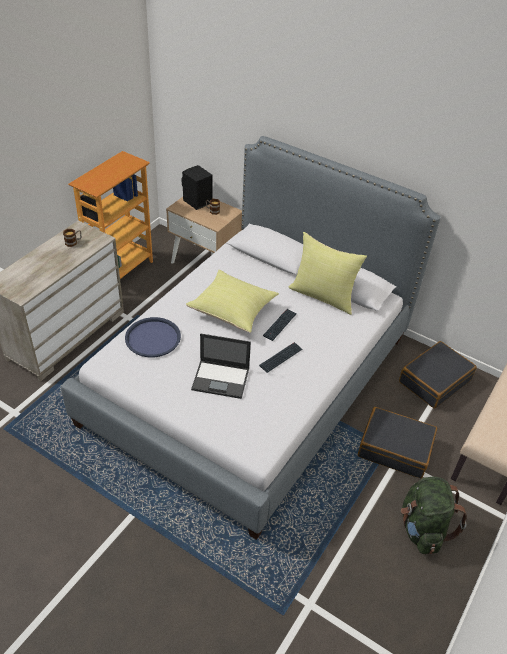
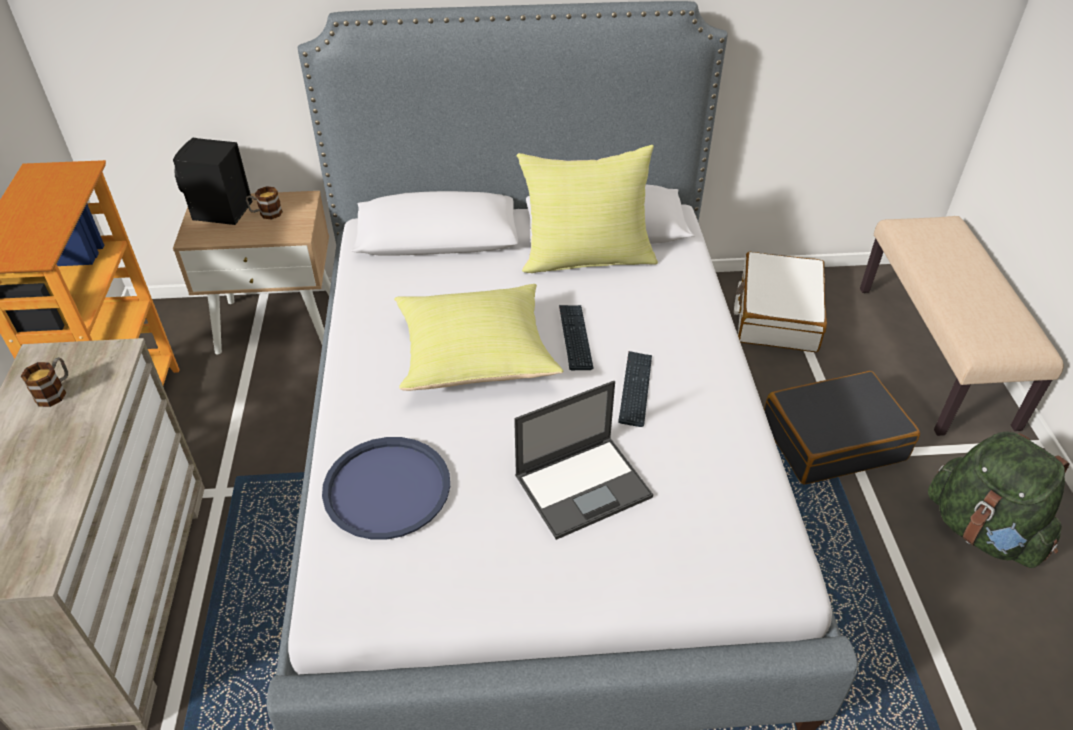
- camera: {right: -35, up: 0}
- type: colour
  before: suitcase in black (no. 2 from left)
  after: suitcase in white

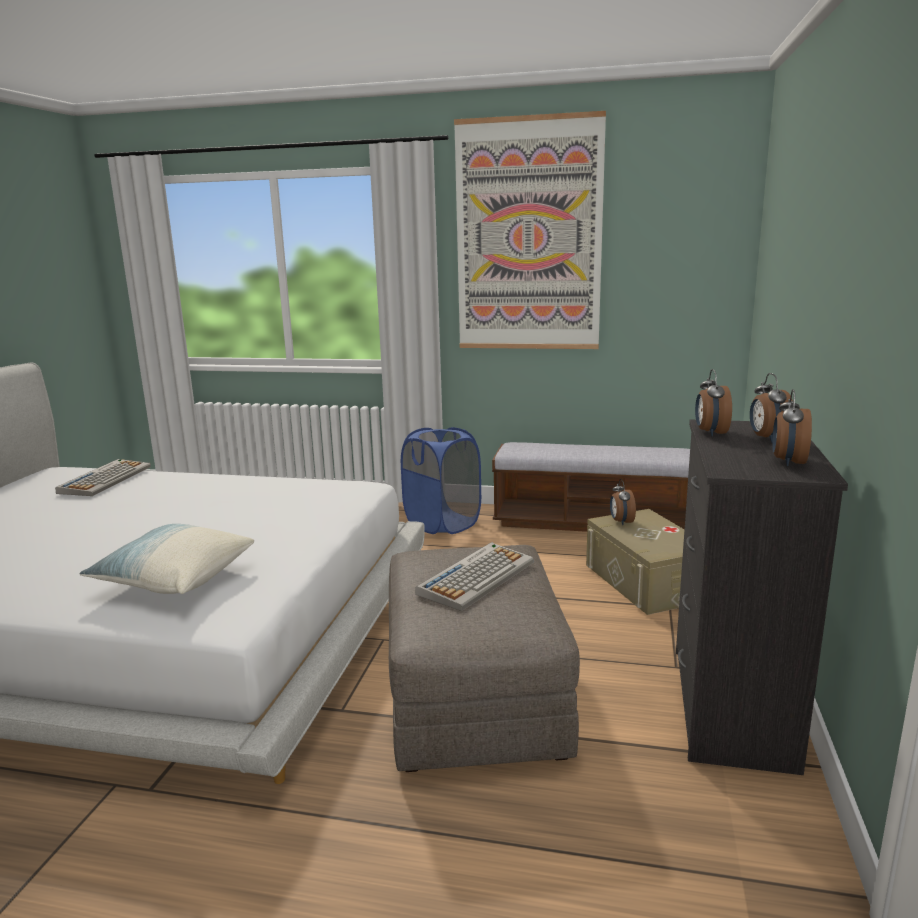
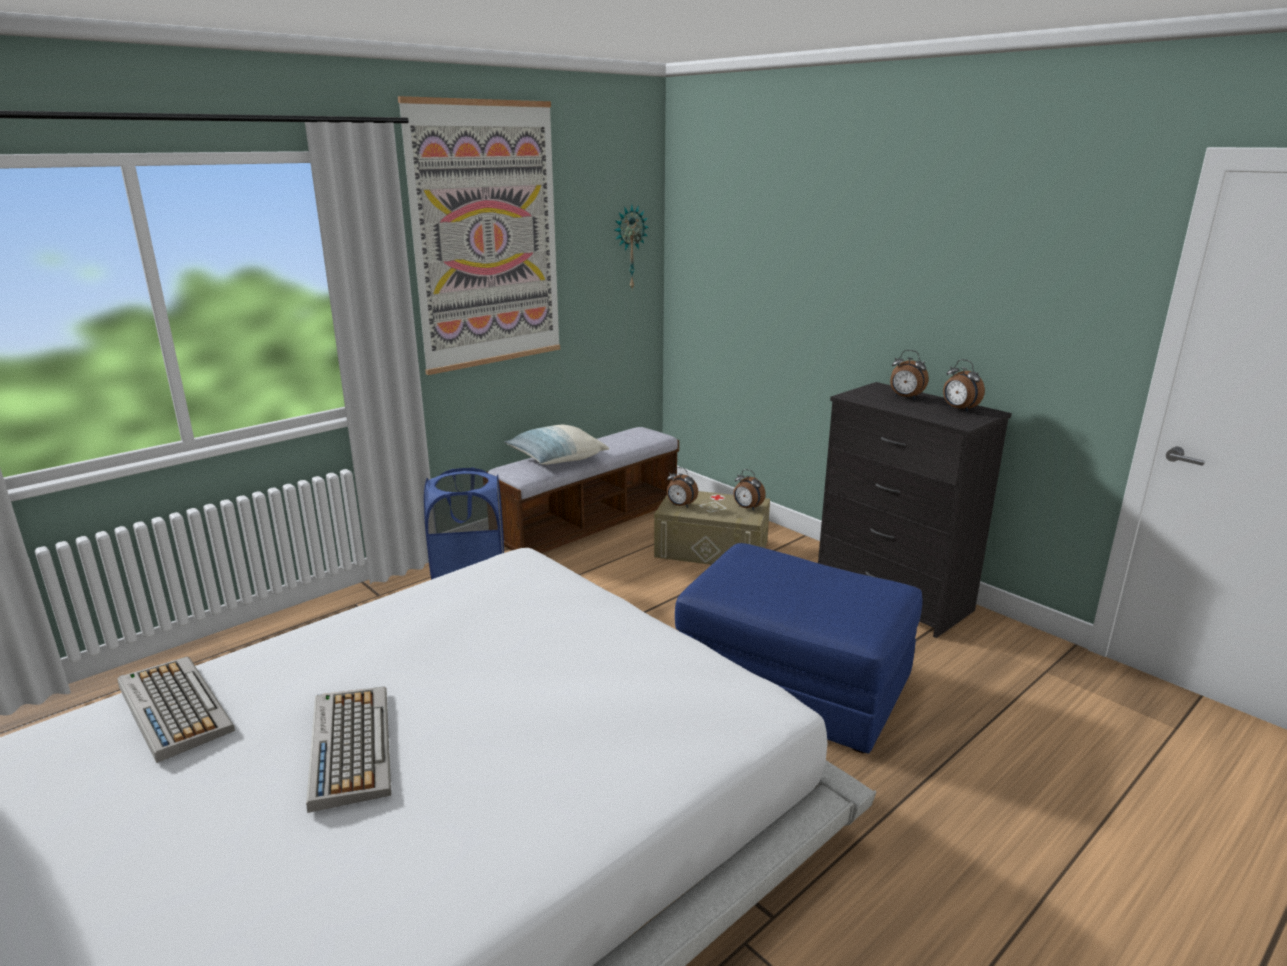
- camera: {right: -55, up: 5}
- type: relocated
  before: alarm clock (no. 2 from left)
- type: relocated
  before: pillow
- type: relocated
  before: keyboard (no. 2 from left)
- type: colour
  before: ottoman in grey
  after: ottoman in blue
- type: appeared
  after: wall clock

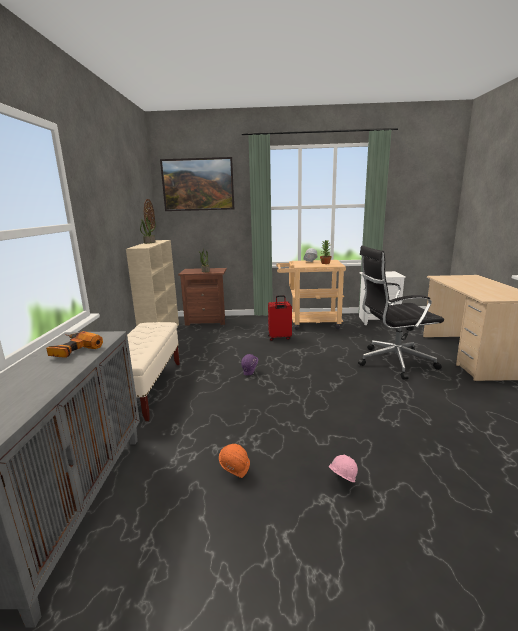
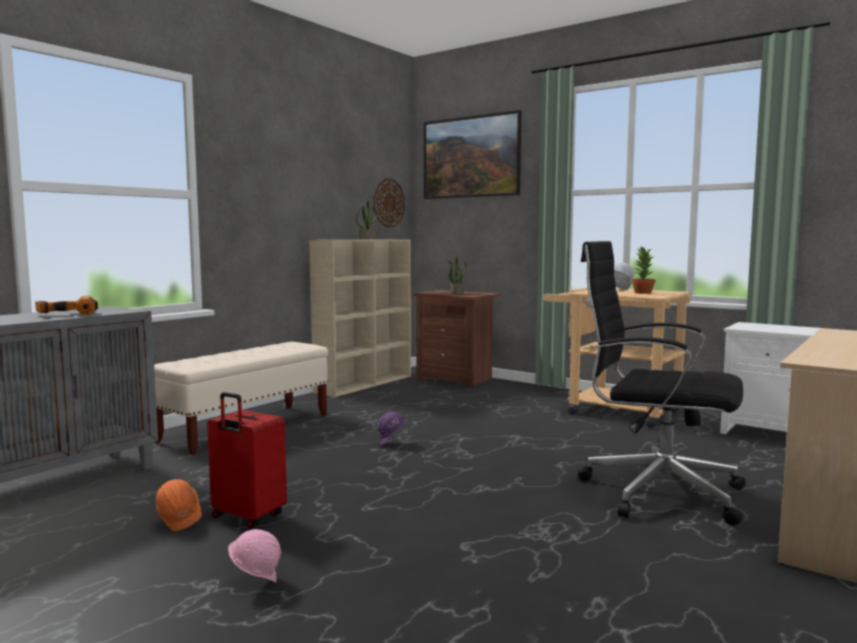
- camera: {right: 35, up: -10}
- type: relocated
  before: suitcase in red

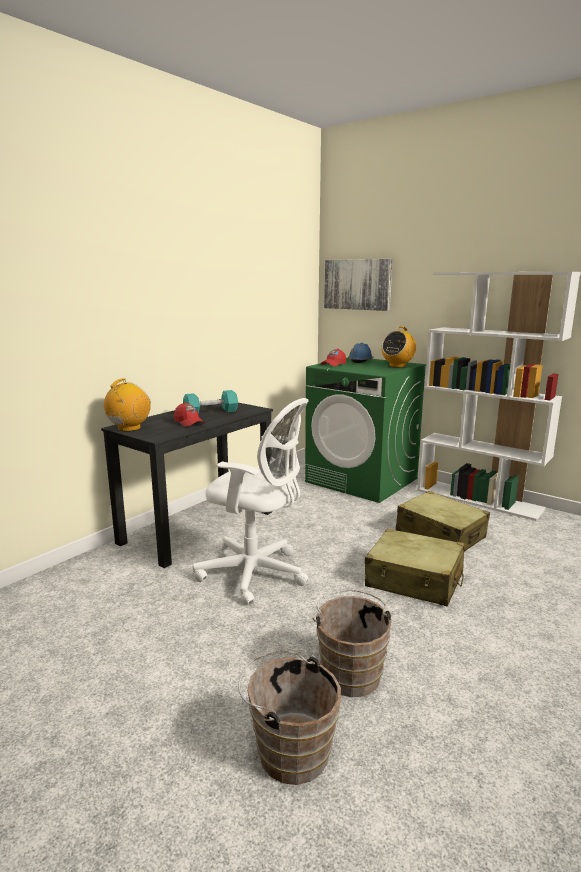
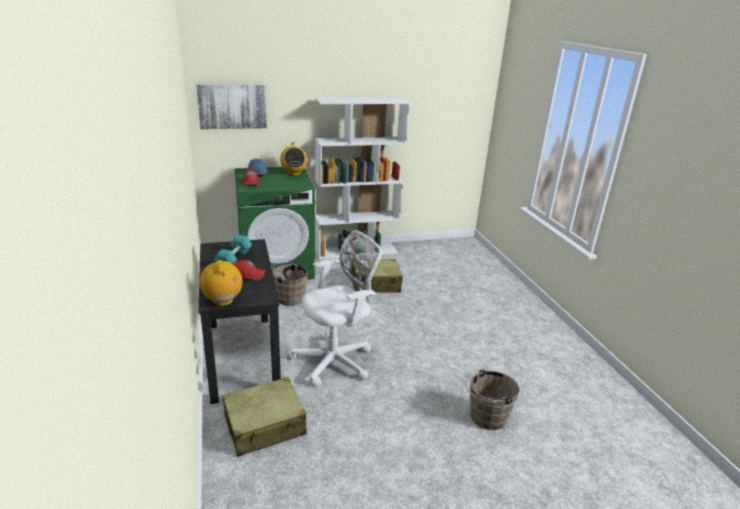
- camera: {right: -55, up: 10}
- type: relocated
  before: suitcase in beige (no. 1 from left)
- type: relocated
  before: bucket in brown (no. 2 from left in the first image)
  after: bucket in brown (no. 1 from left)

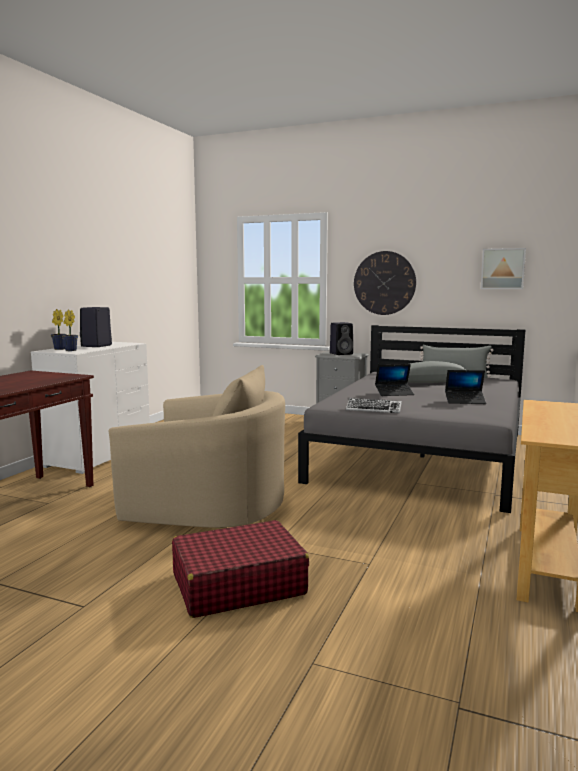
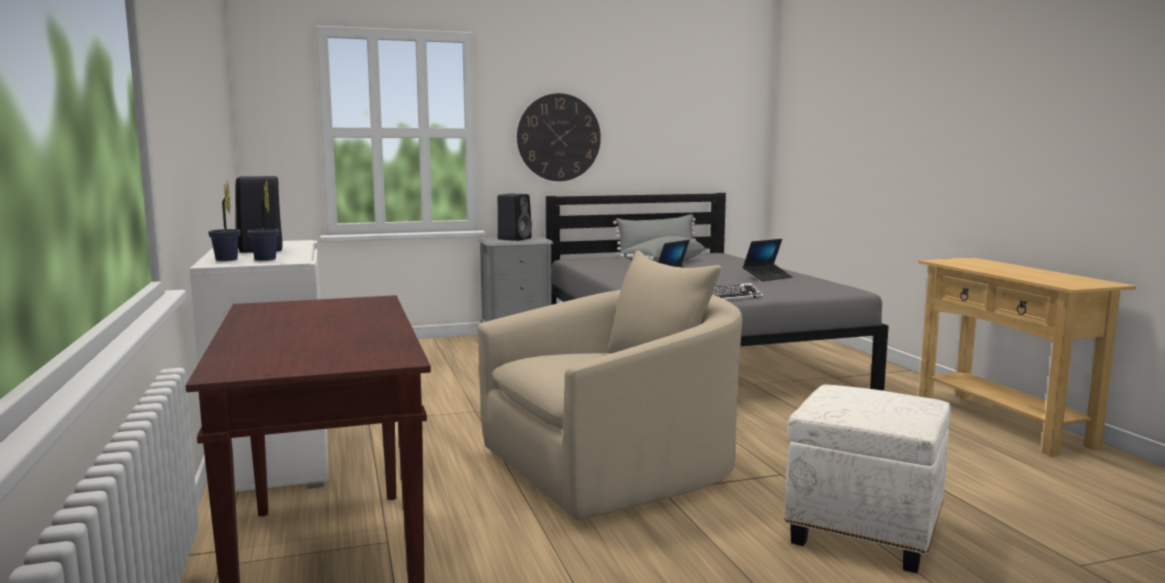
- camera: {right: -40, up: 0}
- type: missing
  before: picture
- type: exchanged
  before: suitcase in red
  after: ottoman in white

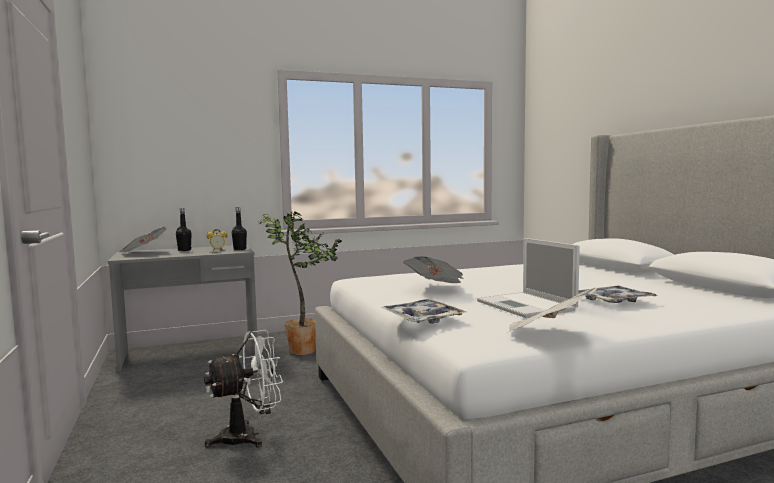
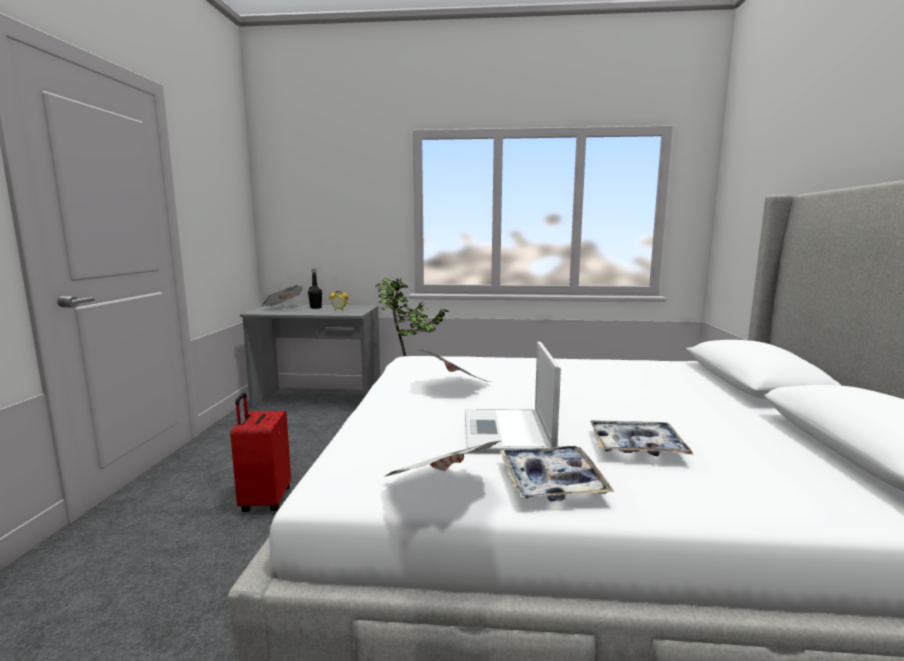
- camera: {right: 25, up: 5}
- type: missing
  before: bottle in black (no. 2 from left)
- type: relocated
  before: tray (no. 1 from left)
- type: exchanged
  before: fan in white
  after: suitcase in red

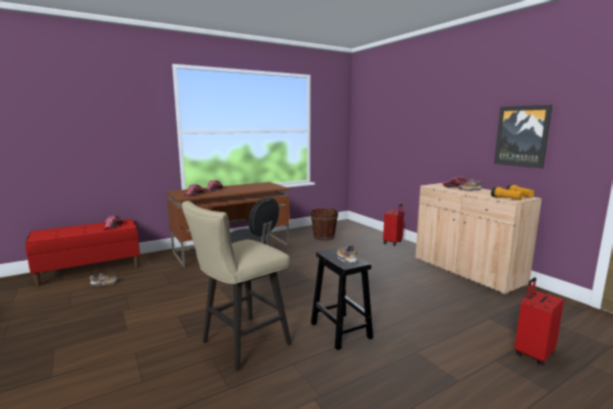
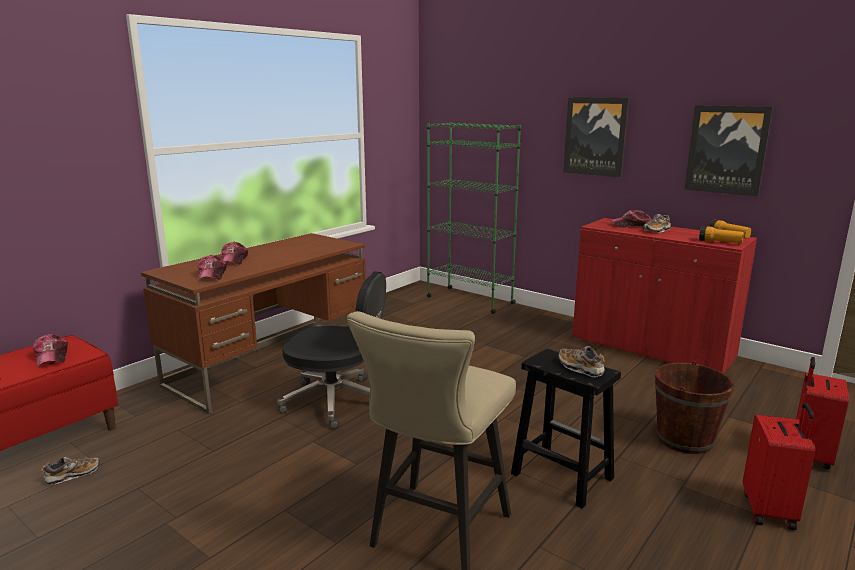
- camera: {right: -20, up: 5}
- type: colour
  before: cabinet in beige
  after: cabinet in red
- type: relocated
  before: suitcase in red (no. 1 from left)
- type: relocated
  before: bucket in brown
- type: appeared
  after: picture (no. 1 from left)
- type: appeared
  after: bookcase in green

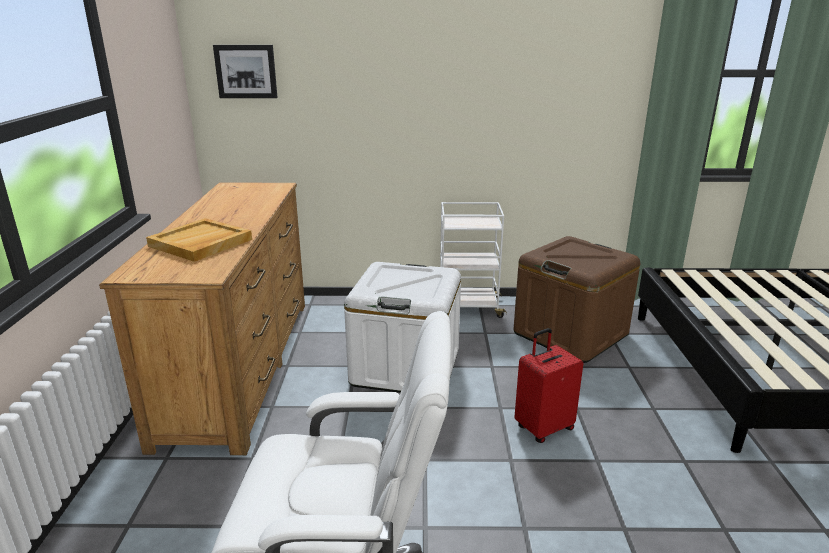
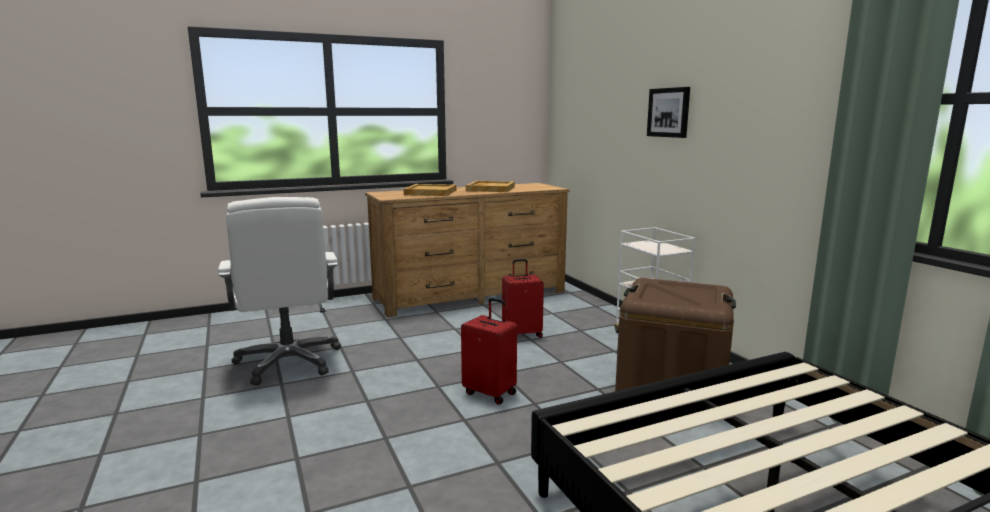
- camera: {right: 65, up: -10}
- type: relocated
  before: picture
- type: exchanged
  before: storage box in white
  after: suitcase in red (no. 2 from left)
- type: appeared
  after: tray in beige (no. 2 from left)

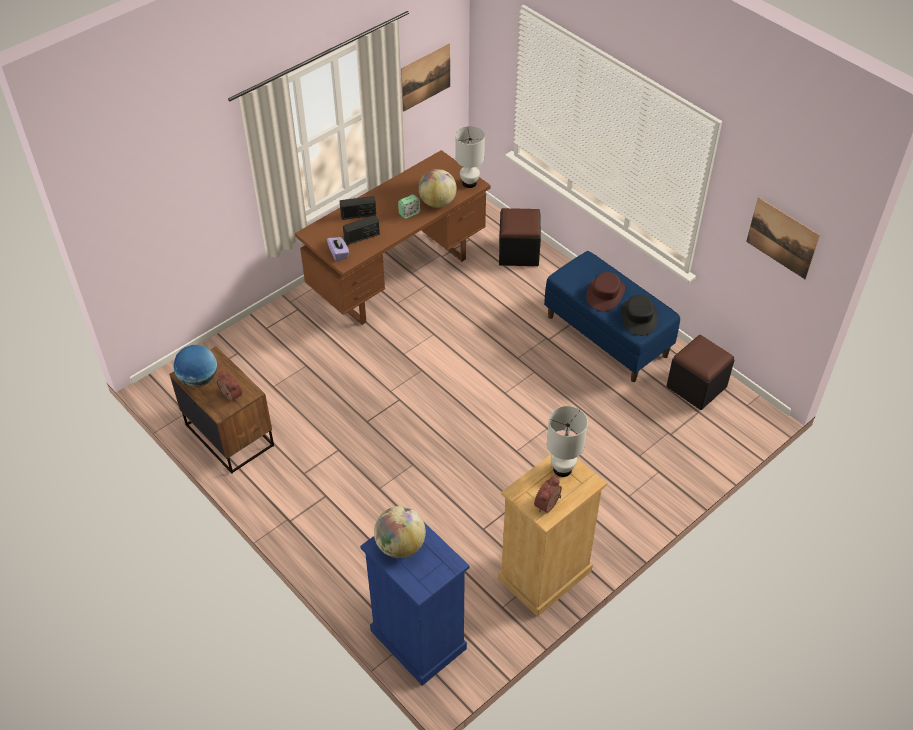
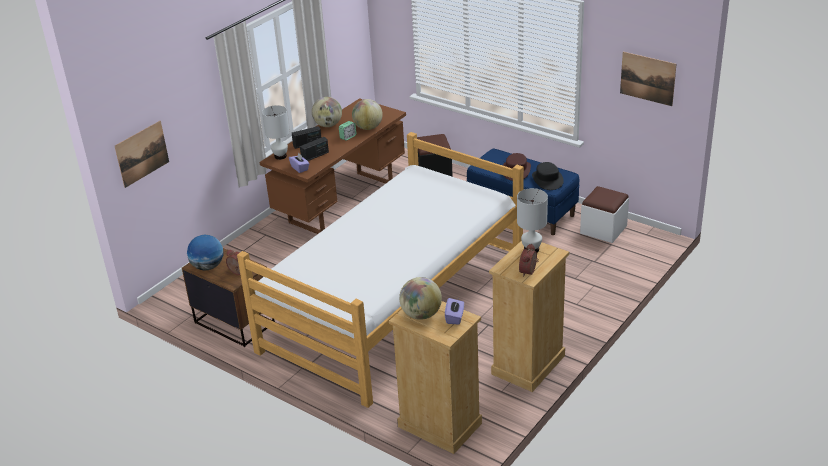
- camera: {right: -10, up: -15}
- type: relocated
  before: picture (no. 1 from left)
- type: relocated
  before: table lamp in white (no. 1 from left)
- type: colour
  before: ottoman in black (no. 2 from left)
  after: ottoman in white
- type: colour
  before: dresser in blue
  after: dresser in beige (no. 1 from left)
- type: appeared
  after: globe (no. 2 from left)
- type: appeared
  after: bed
- type: appeared
  after: tissue box in purple (no. 2 from left)

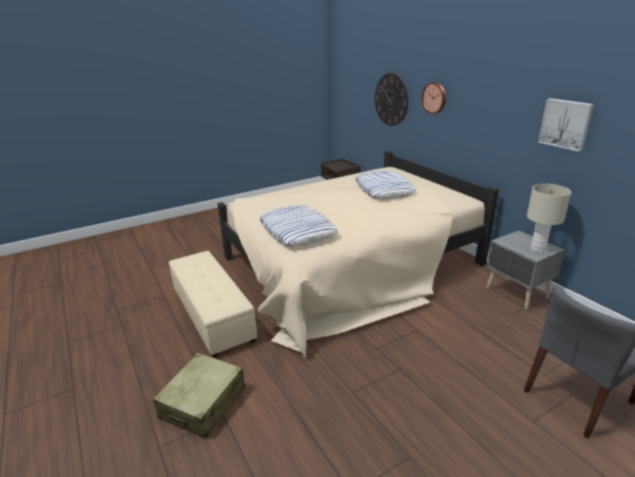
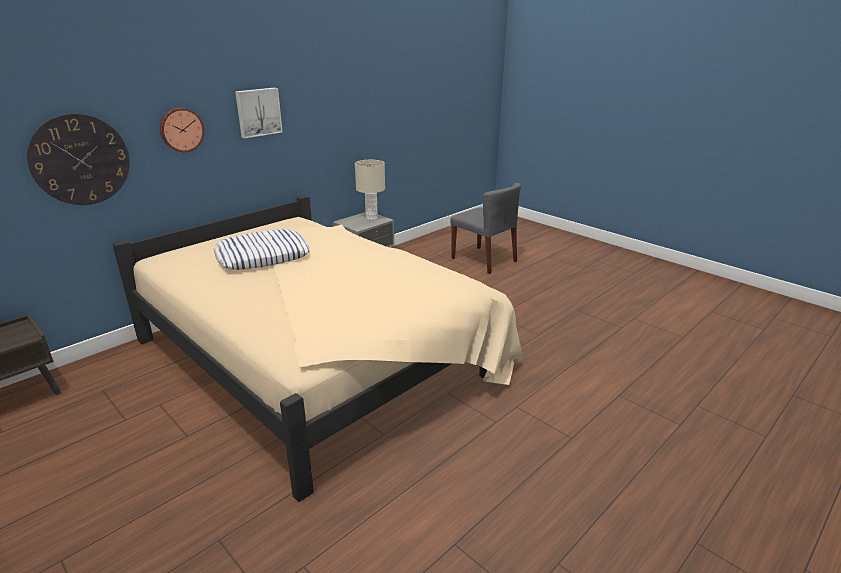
- camera: {right: -105, up: 0}
- type: relocated
  before: picture
- type: missing
  before: pillow (no. 1 from left)
- type: missing
  before: ottoman in beige
- type: missing
  before: suitcase in beige

